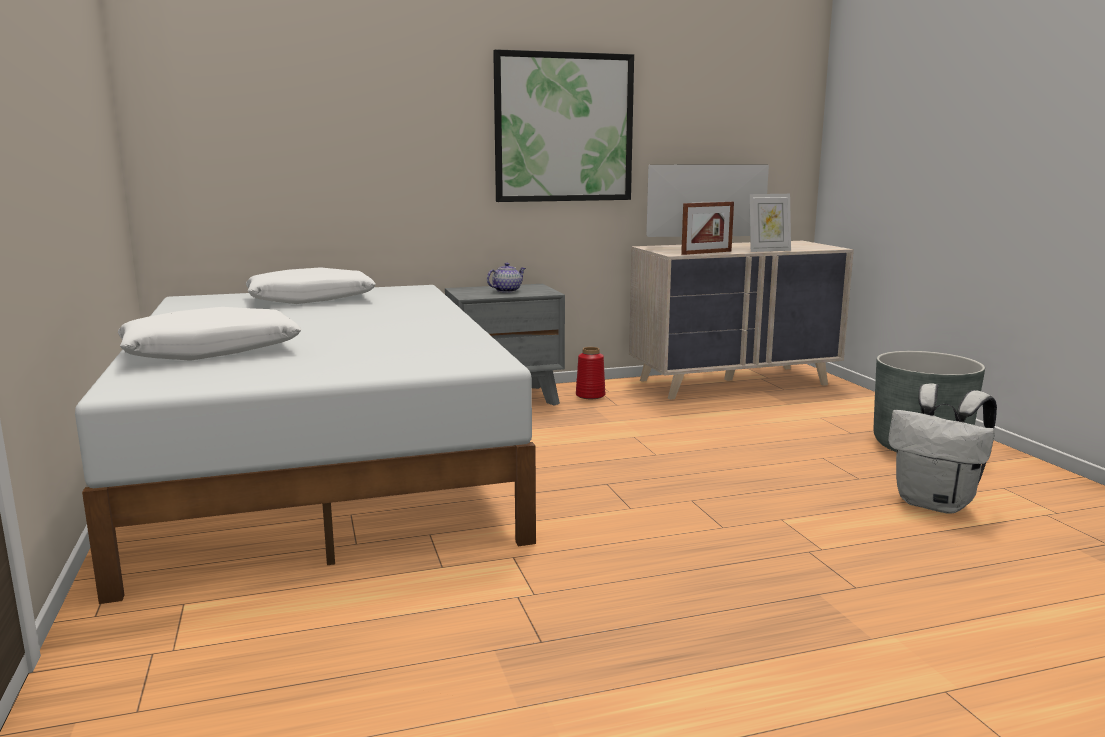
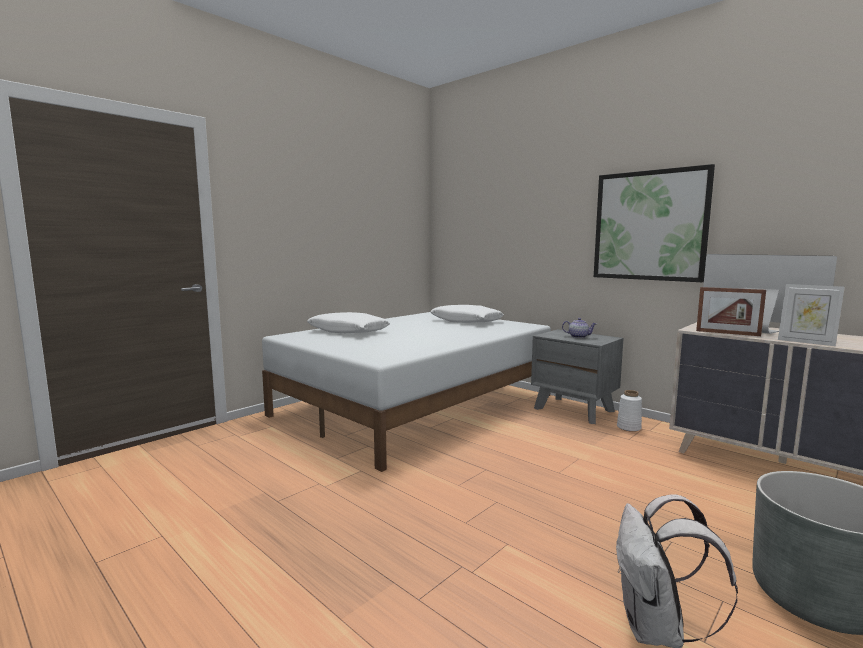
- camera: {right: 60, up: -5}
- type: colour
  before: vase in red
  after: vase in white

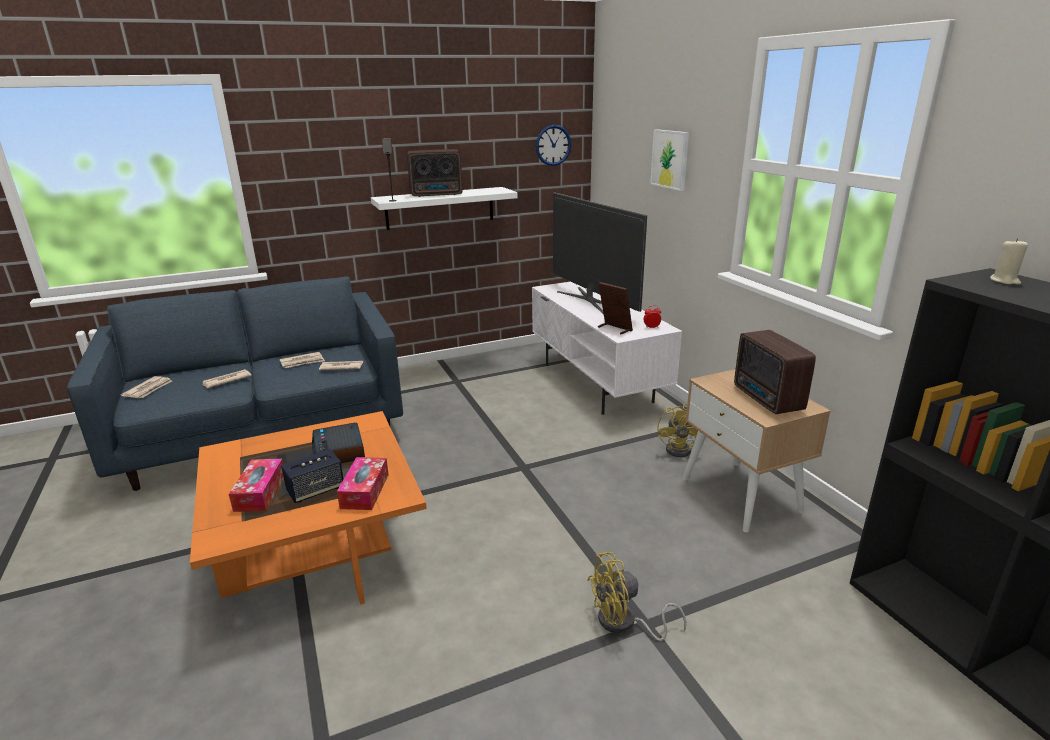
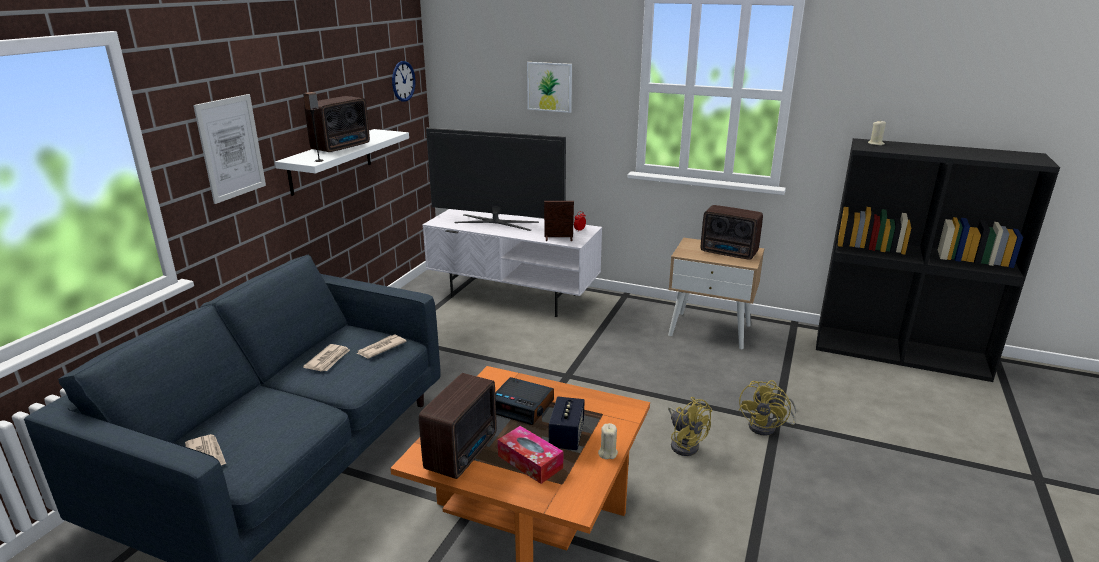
- camera: {right: -45, up: 0}
- type: missing
  before: newspaper (no. 2 from left)
- type: relocated
  before: fan in yellow (no. 2 from left in the first image)
  after: fan in yellow (no. 1 from left)
- type: missing
  before: tissue box (no. 2 from left)
- type: appeared
  after: picture (no. 1 from left)
- type: appeared
  after: radio (no. 2 from left)
- type: appeared
  after: candle in beige (no. 1 from left)

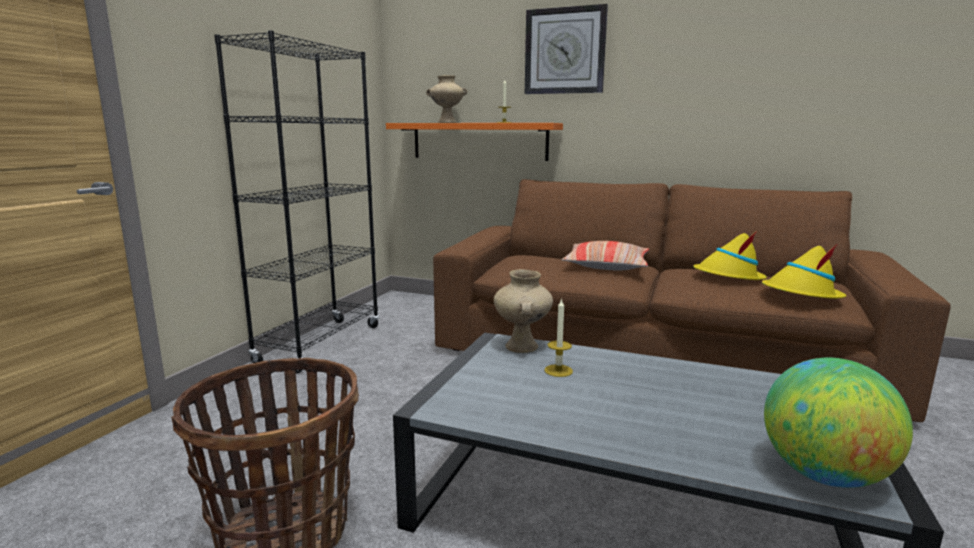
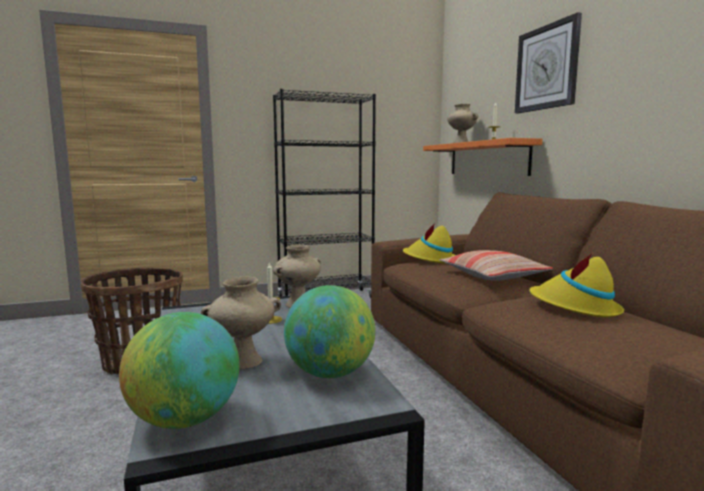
- camera: {right: 50, up: -5}
- type: relocated
  before: hat in yellow (no. 2 from left in the first image)
  after: hat in yellow (no. 1 from left)
- type: appeared
  after: vase in beige (no. 1 from left)
- type: appeared
  after: globe (no. 2 from left)

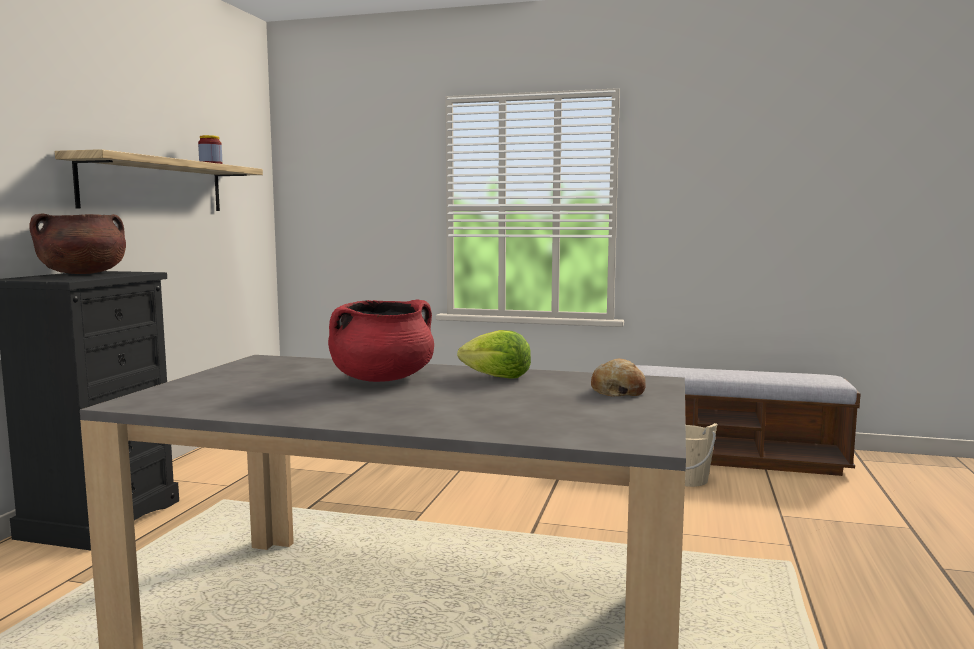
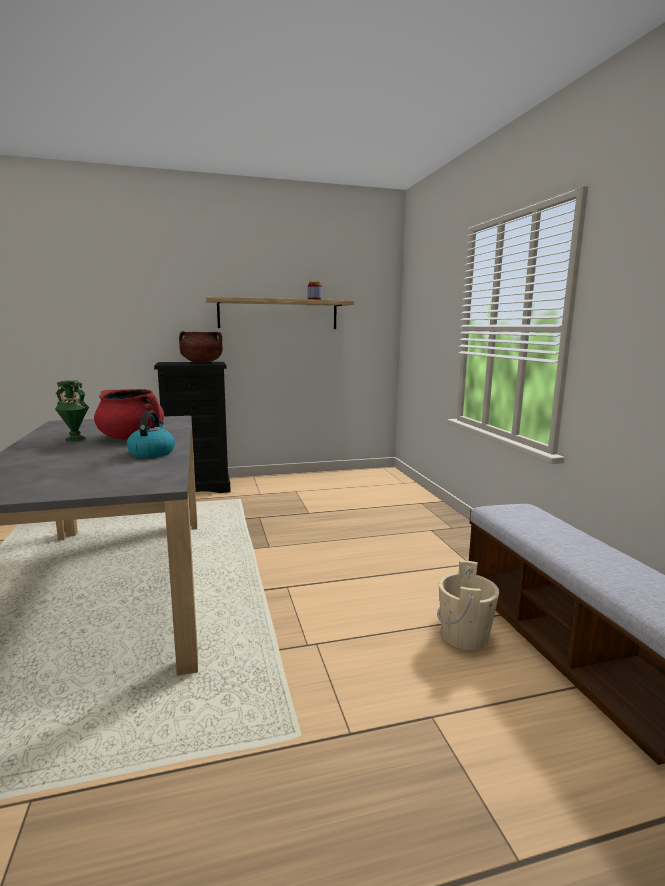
- camera: {right: 60, up: 5}
- type: exchanged
  before: lettuce
  after: kettle
- type: missing
  before: bread
- type: appeared
  after: vase in green

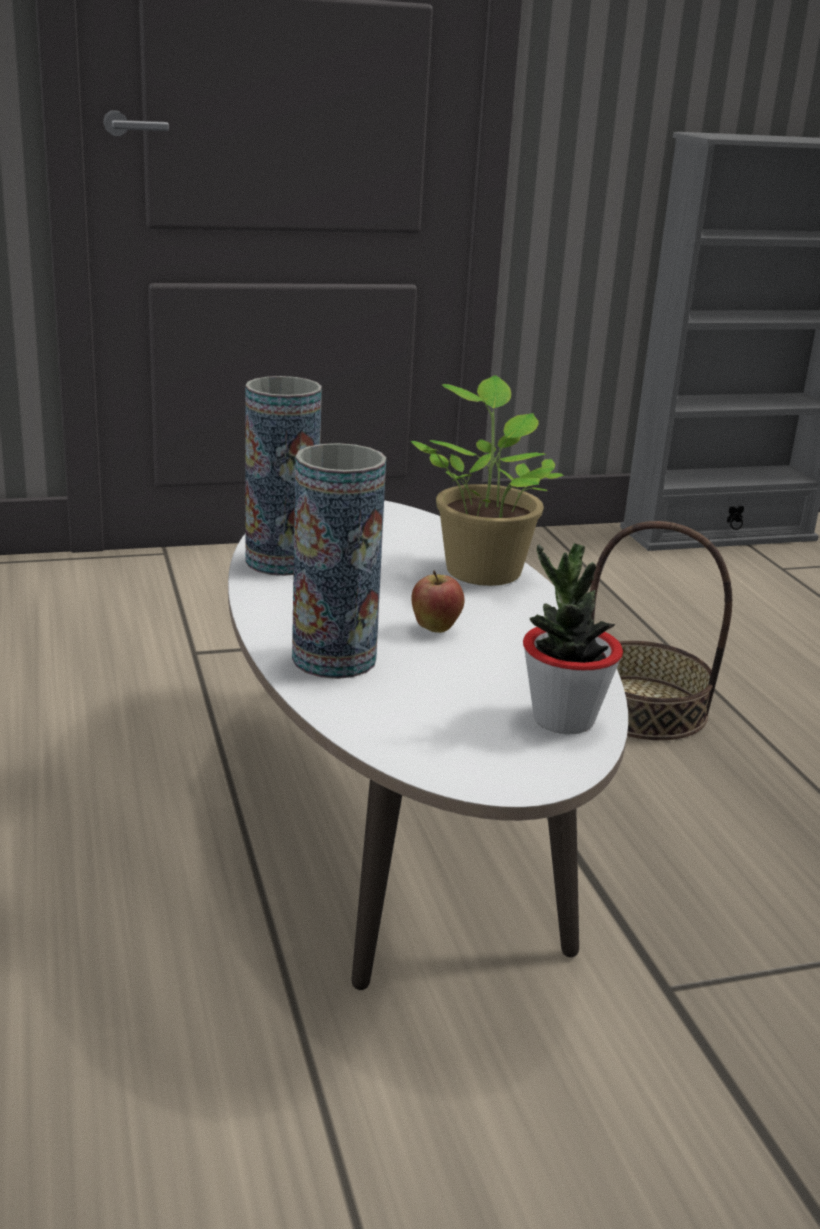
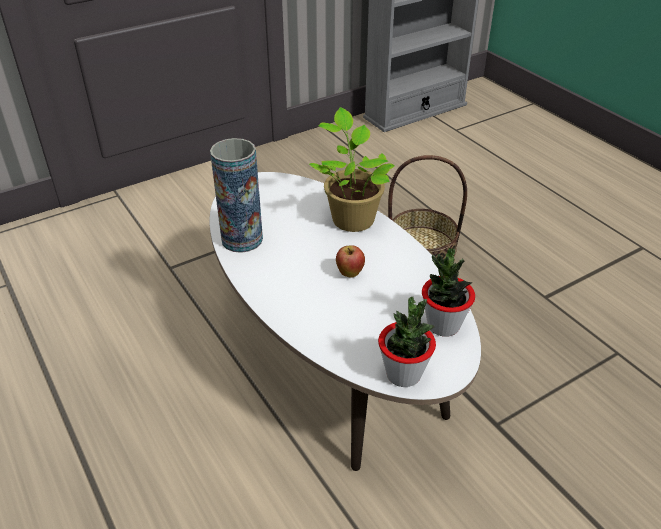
- camera: {right: -15, up: 15}
- type: missing
  before: vase (no. 2 from left)
- type: appeared
  after: potted plant (no. 2 from left)

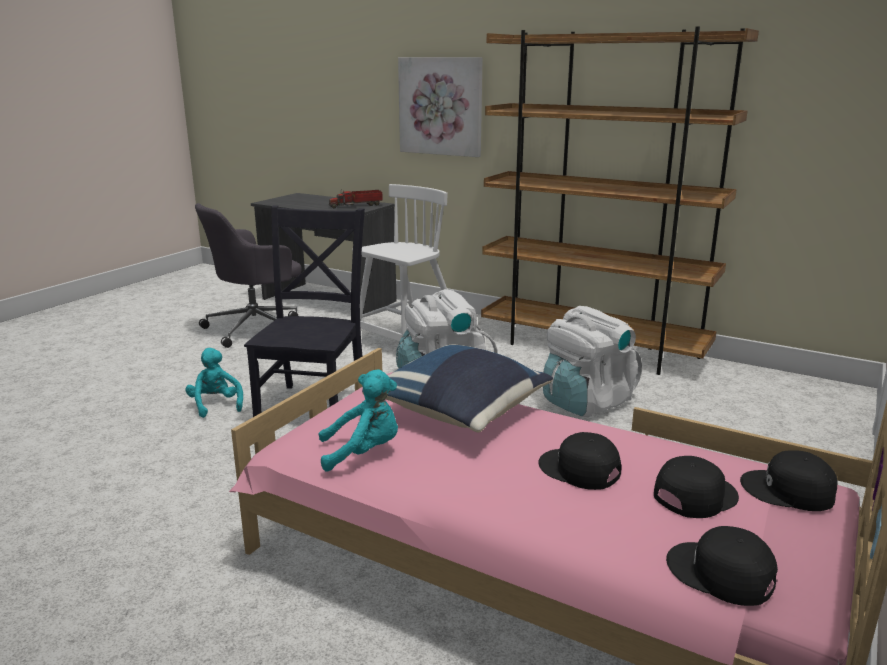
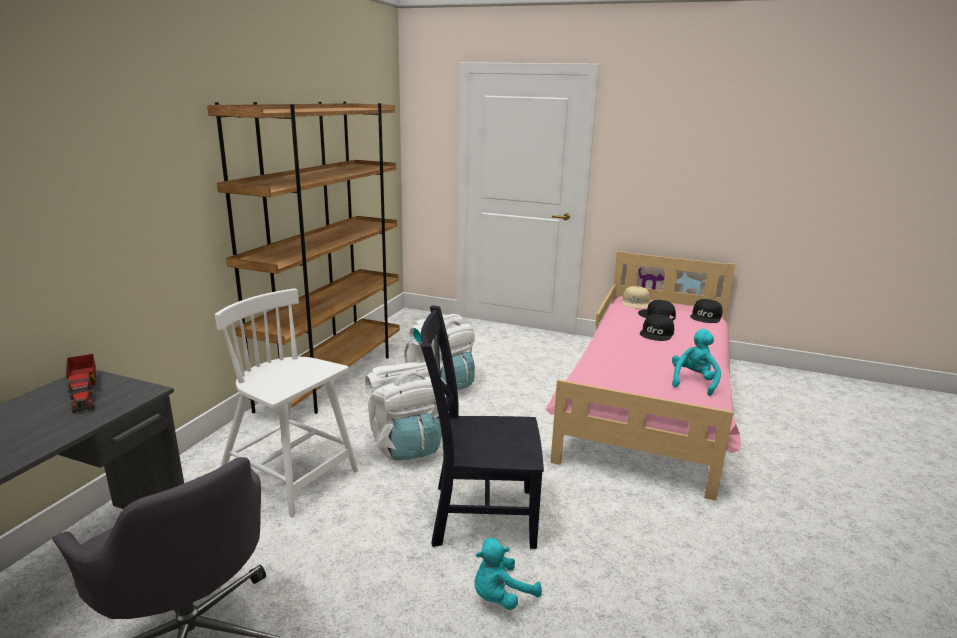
- camera: {right: -100, up: 0}
- type: missing
  before: picture
- type: missing
  before: pillow in blue
- type: spun
  before: plush toy in turquoise (no. 2 from left)
  turn: 45
- type: colour
  before: cap in black (no. 4 from left)
  after: cap in beige

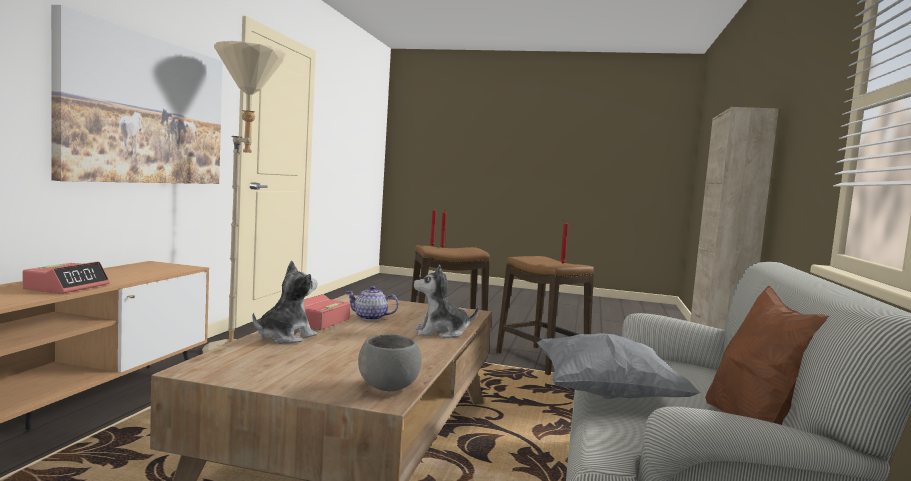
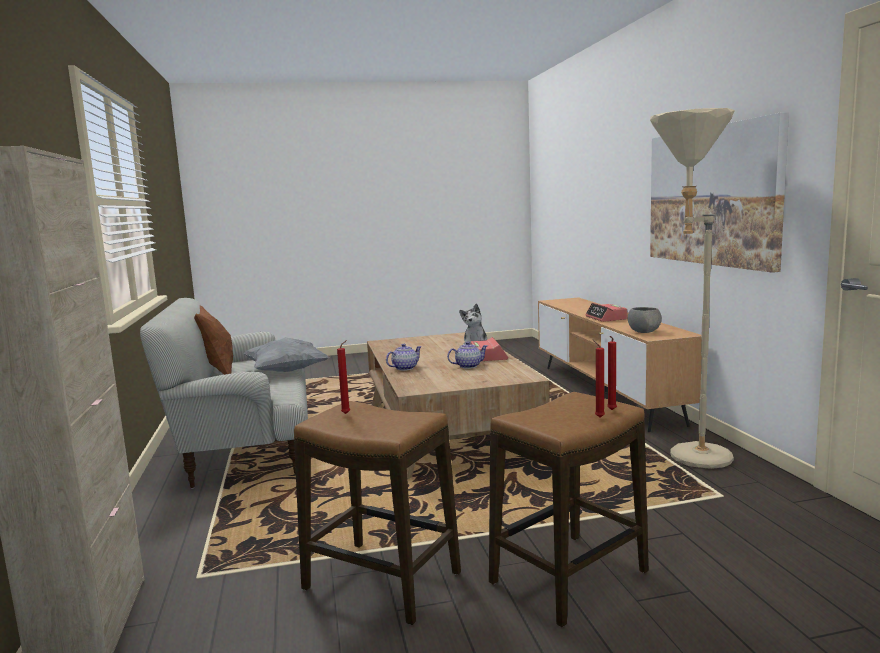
- camera: {right: 155, up: 5}
- type: exchanged
  before: plush toy (no. 2 from left)
  after: teapot (no. 1 from left)
- type: relocated
  before: bowl in grey

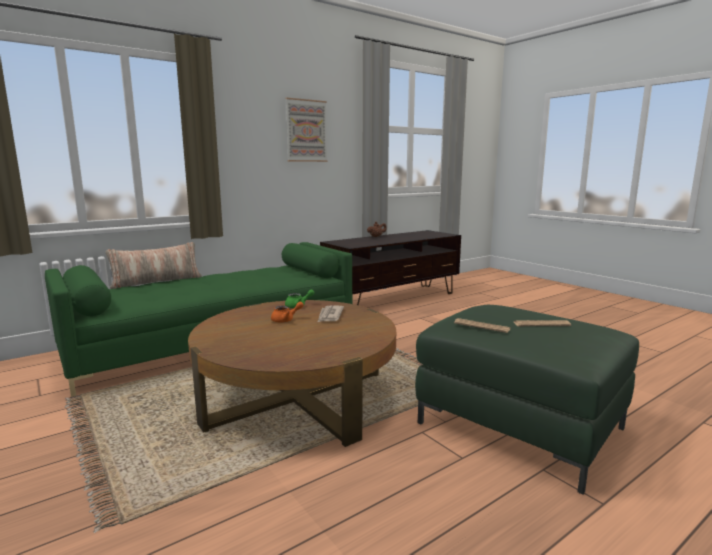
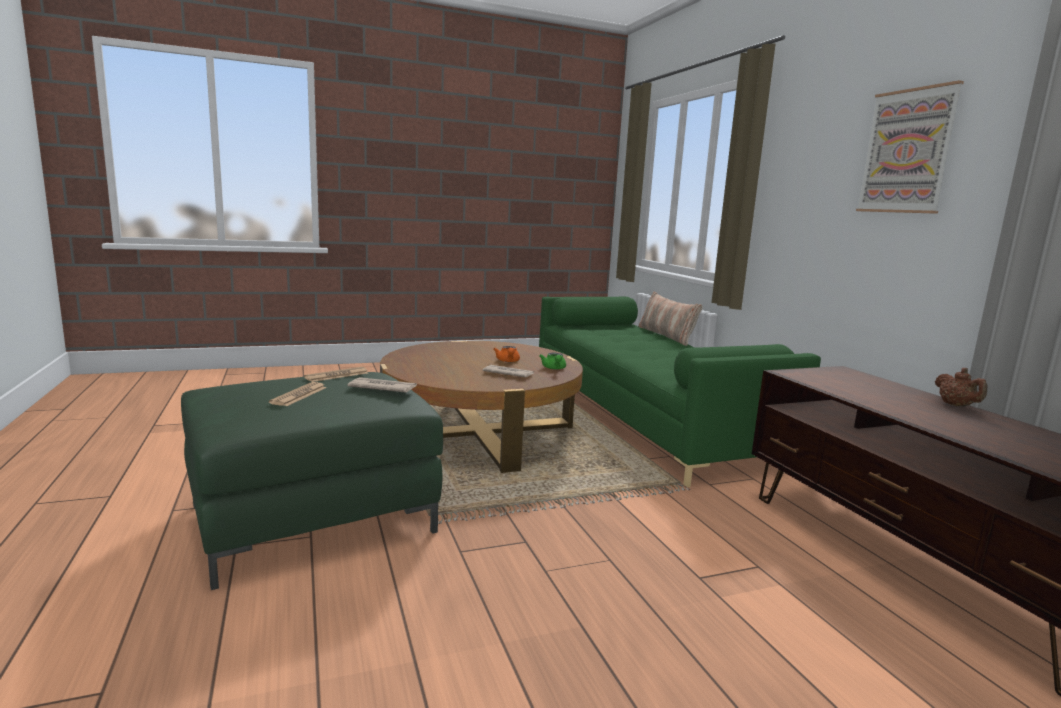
- camera: {right: 105, up: 0}
- type: appeared
  after: newspaper (no. 3 from left)

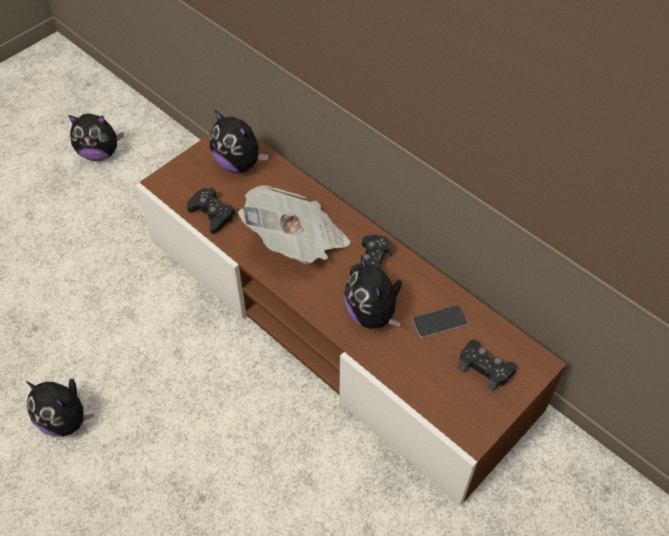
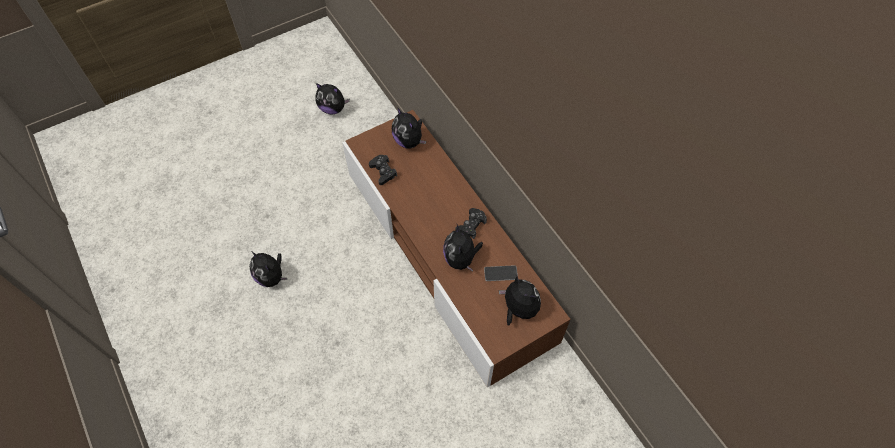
- camera: {right: 15, up: 5}
- type: missing
  before: newspaper
- type: exchanged
  before: game controller in black (no. 3 from left)
  after: plush toy (no. 5 from left)

